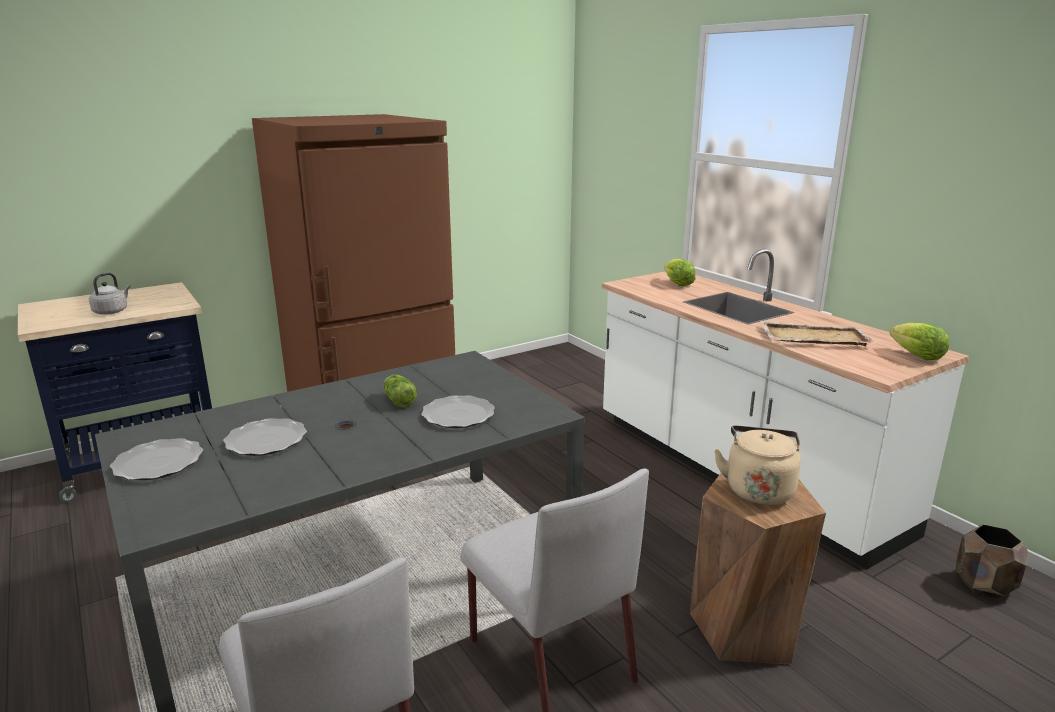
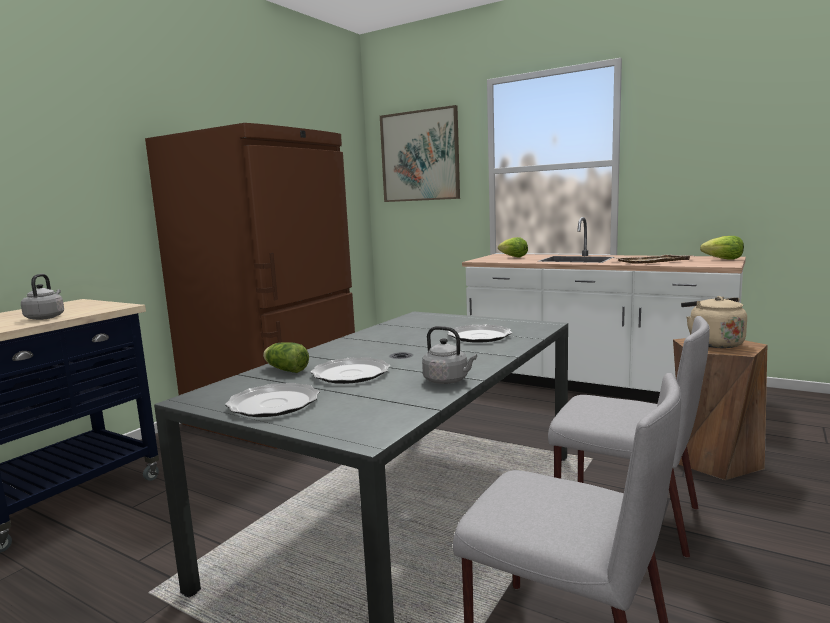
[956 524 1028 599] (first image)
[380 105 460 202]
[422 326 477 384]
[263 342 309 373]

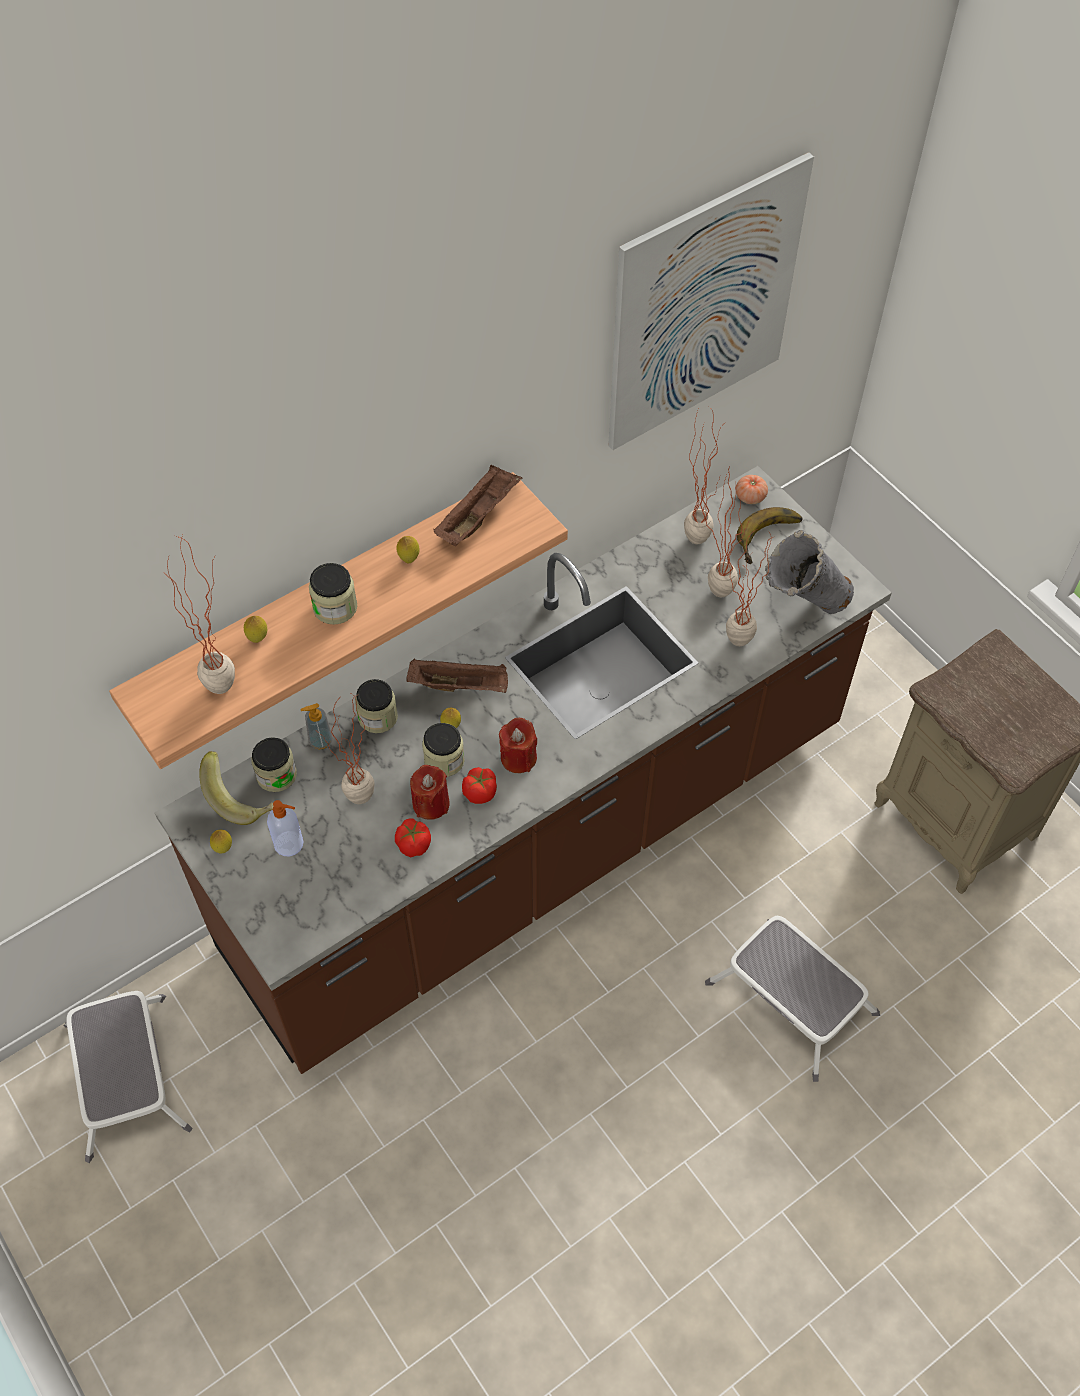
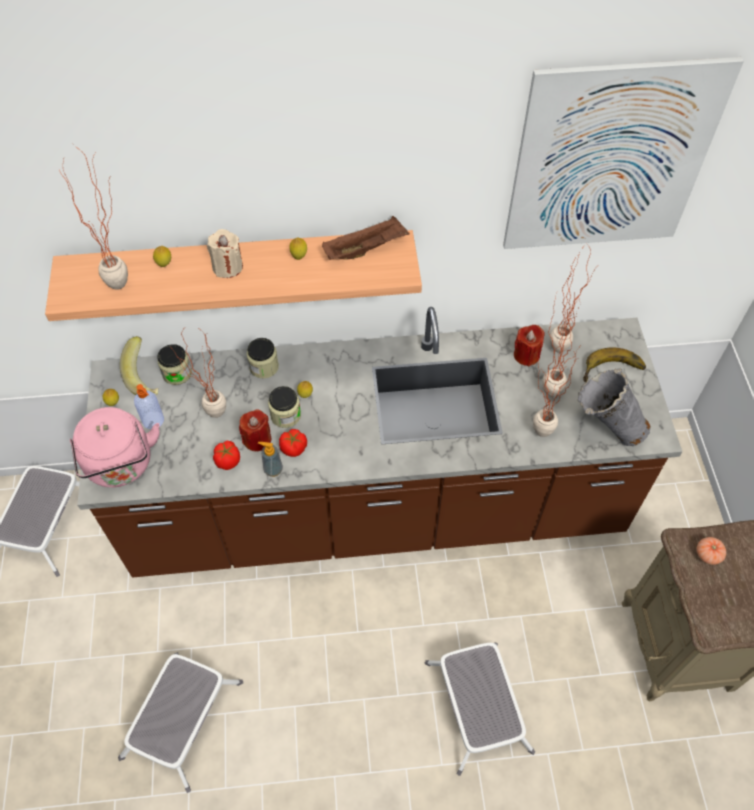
[407 659 508 693] (first image)
[70 407 160 487]
[118 652 243 793]
[258 442 283 477]
[514 325 545 367]
[696 537 726 565]
[207 229 243 278]

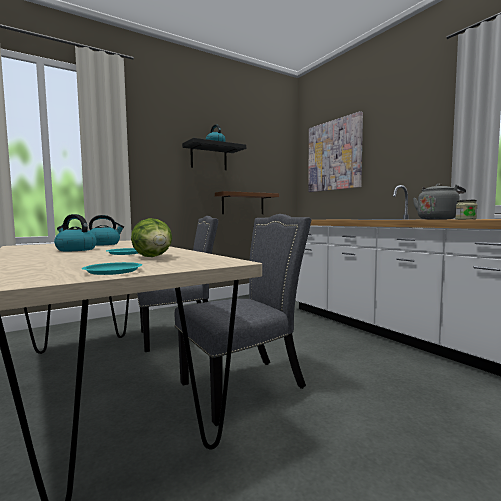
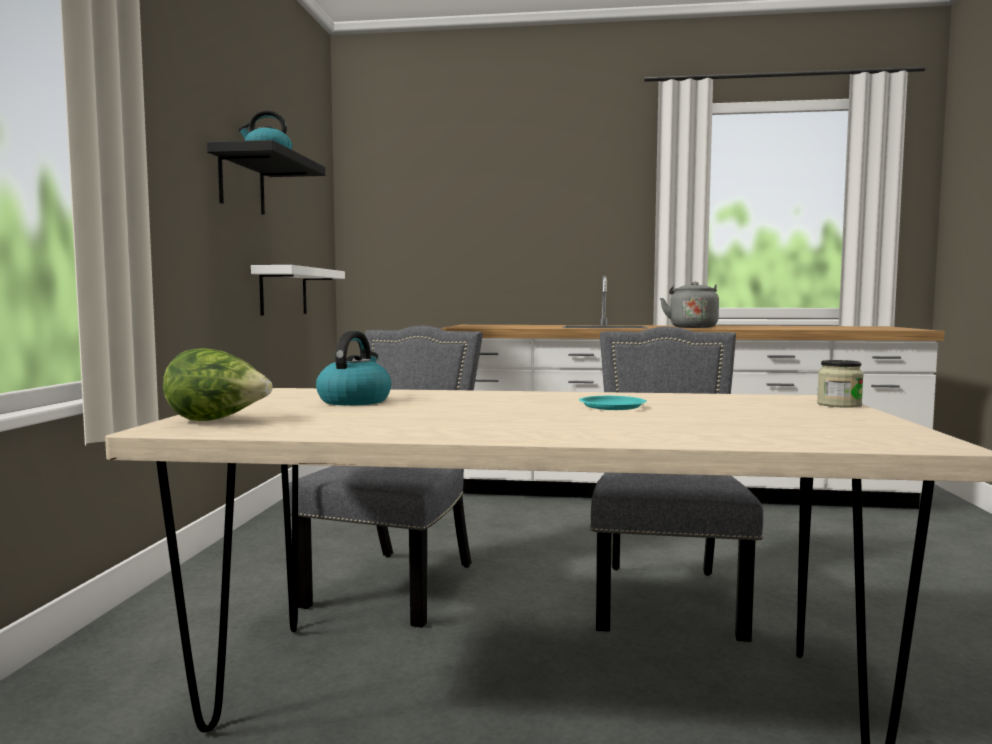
[54 214 97 251] (first image)
[82 262 142 275] (first image)
[308 111 363 192] (first image)
[163 348 273 421]
[817 360 864 408]
[251 265 345 315]

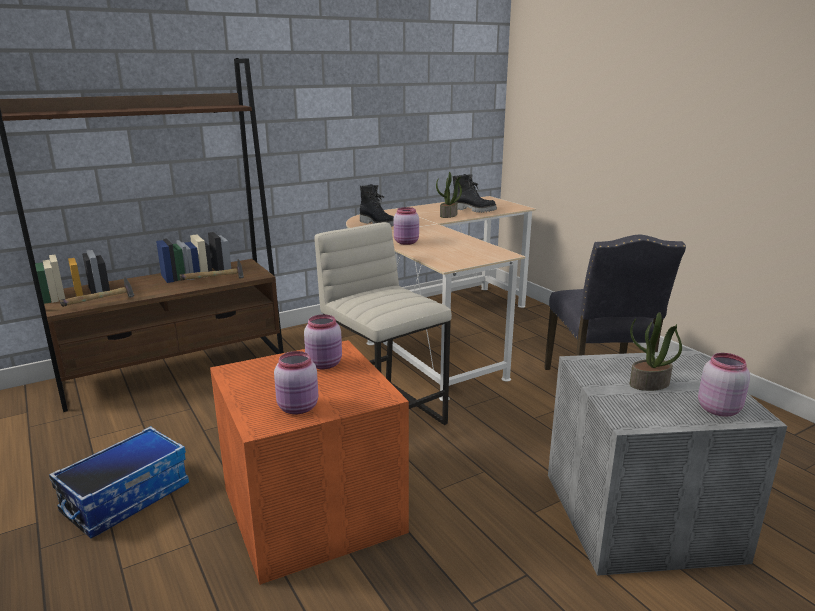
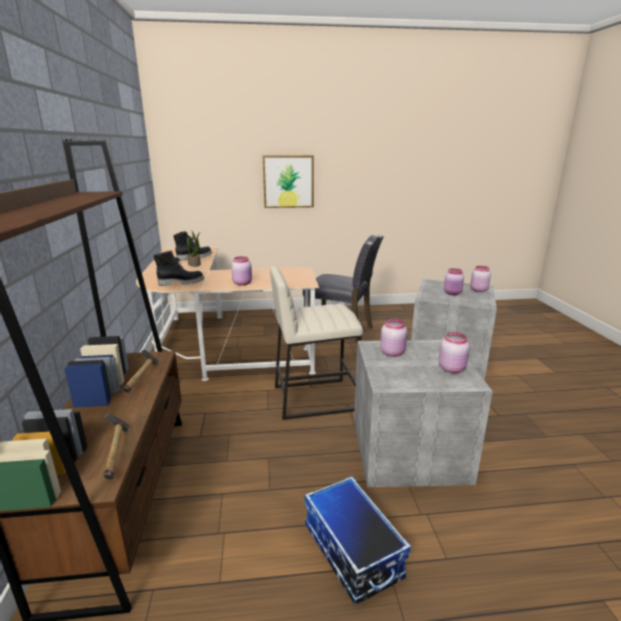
[263 155 314 208]
[444 268 464 295]
[354 340 493 487]

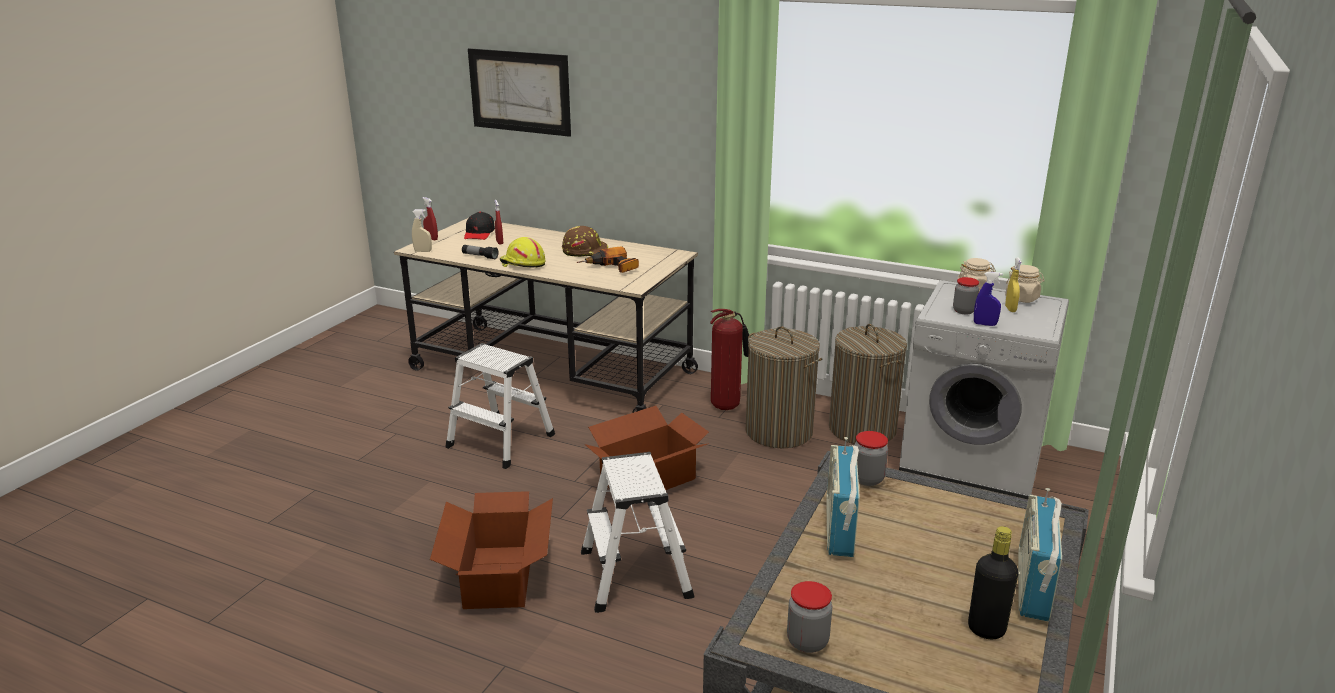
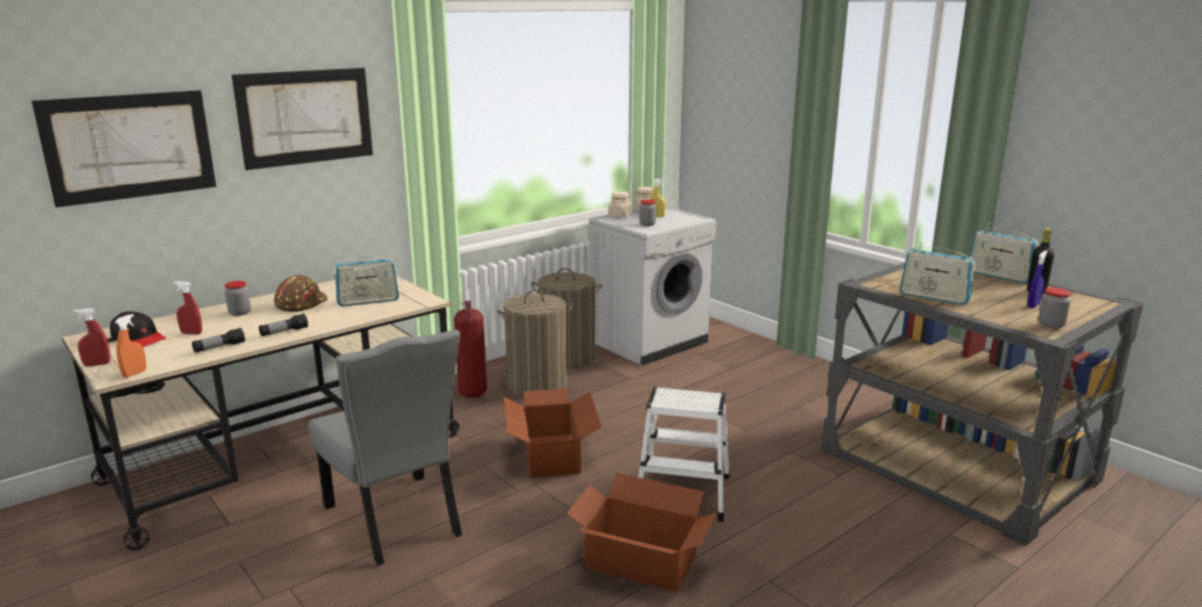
[232 68 373 170]
[225 281 251 316]
[1027 250 1048 308]
[309 330 462 566]
[259 313 308 337]
[334 255 399 307]
[115 314 146 378]

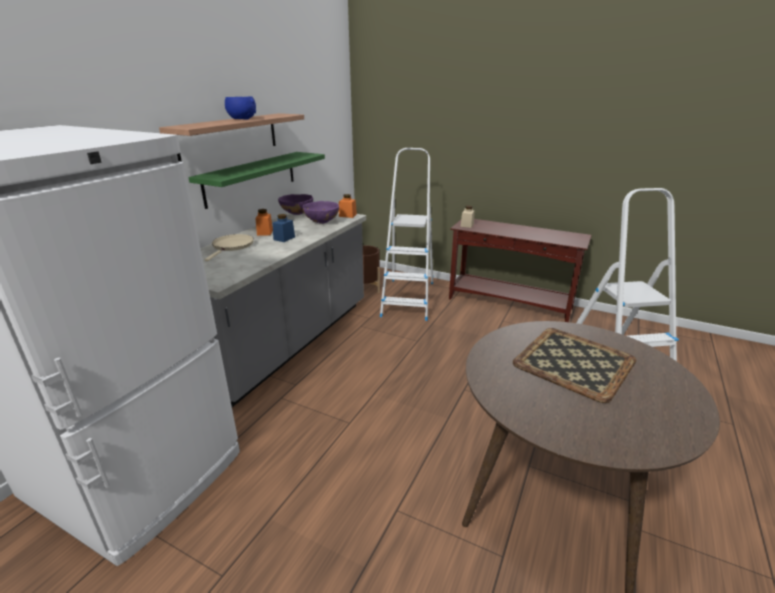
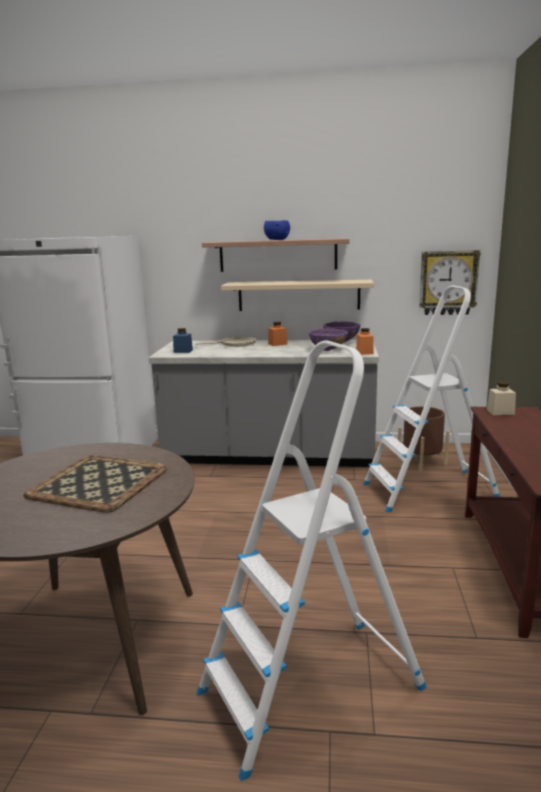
[419 250 481 315]
[173 328 193 353]
[221 280 374 311]

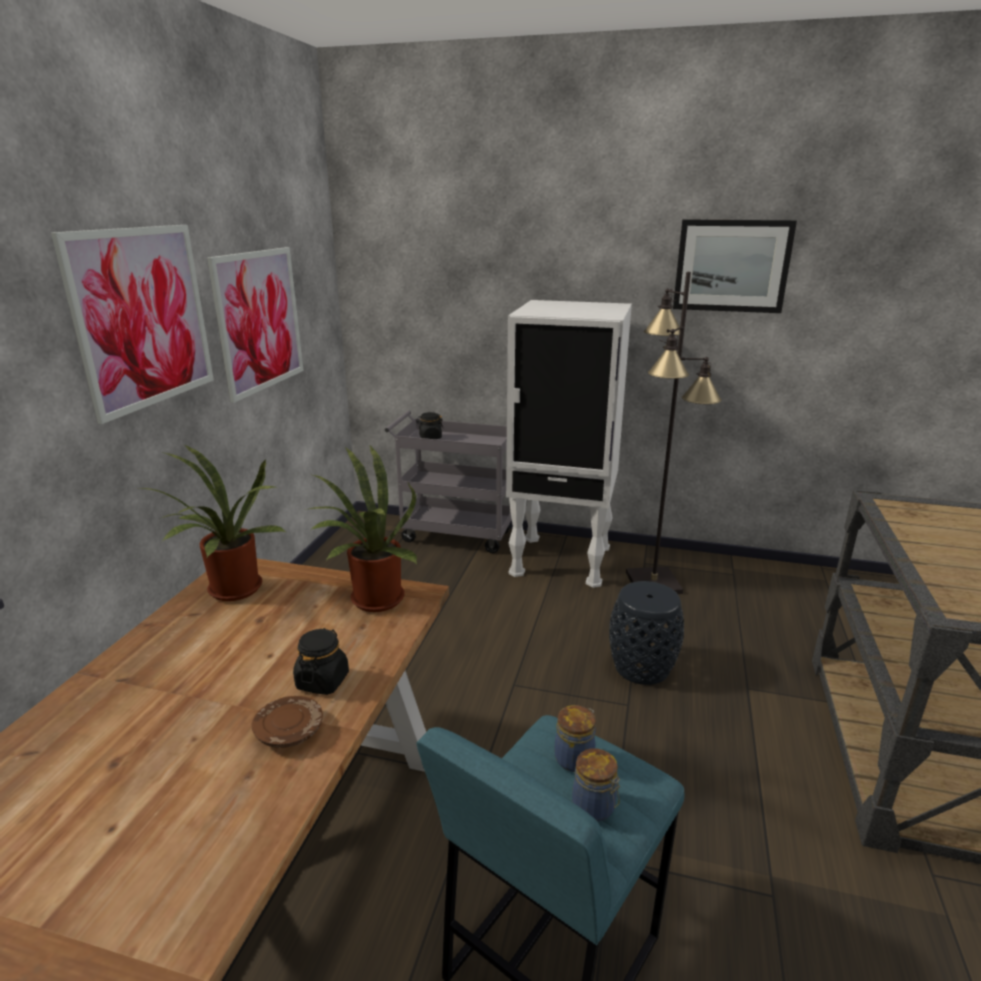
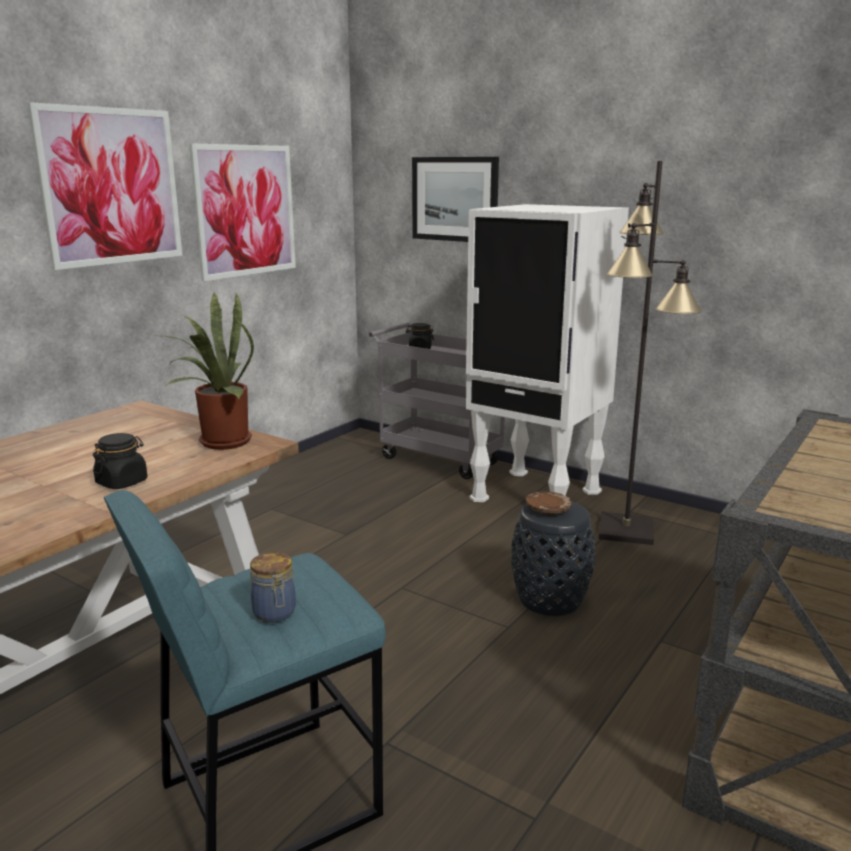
[141 445 287 601] (first image)
[555 705 596 772] (first image)
[526 491 572 515]
[412 157 499 242]

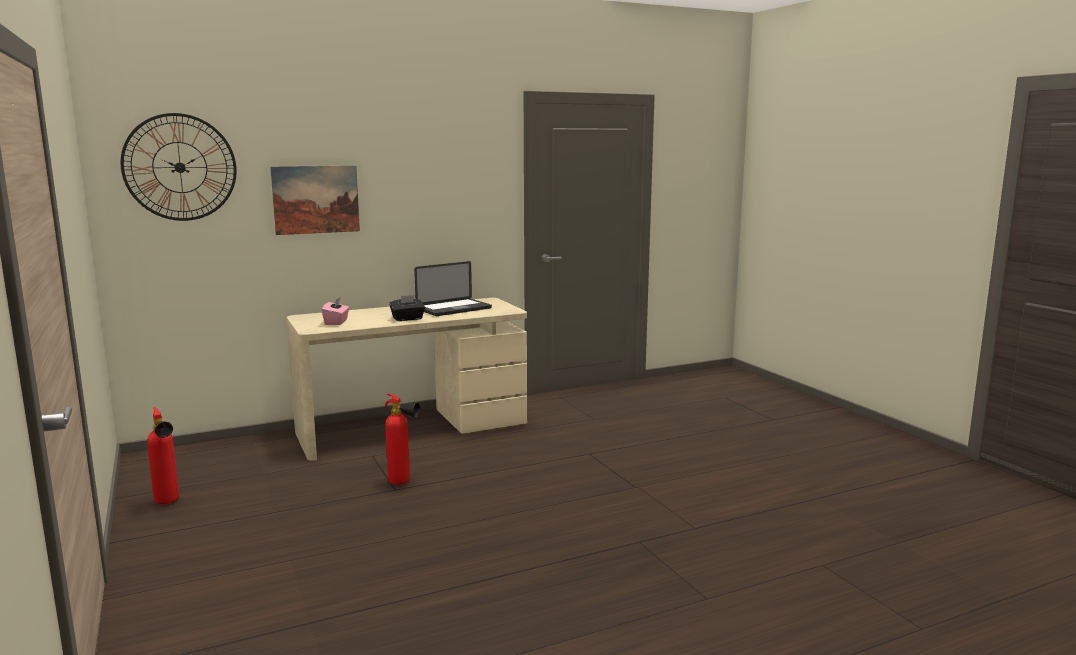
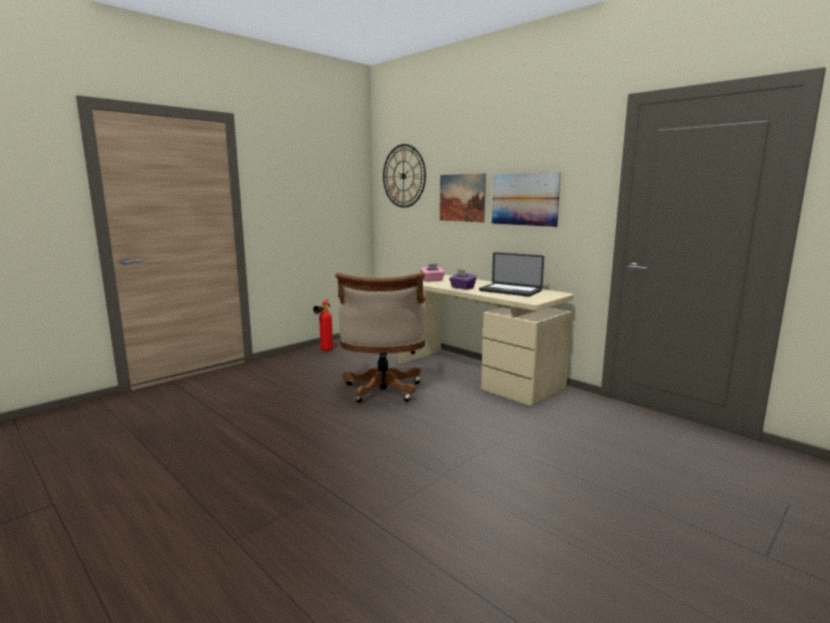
[492 172 561 227]
[335 272 426 403]
[449 269 477 290]

